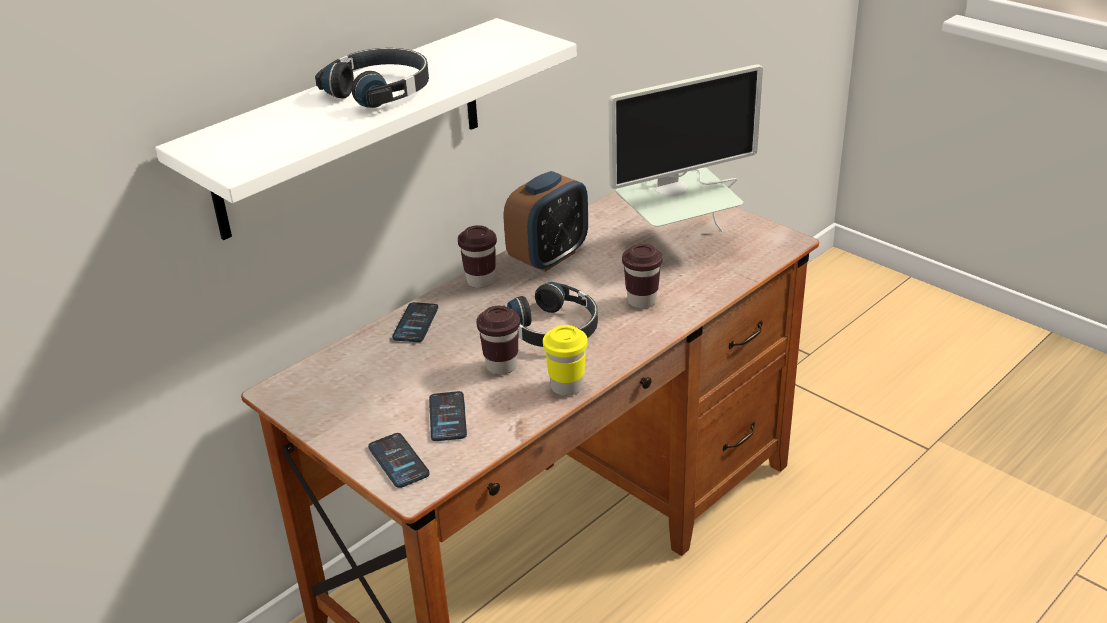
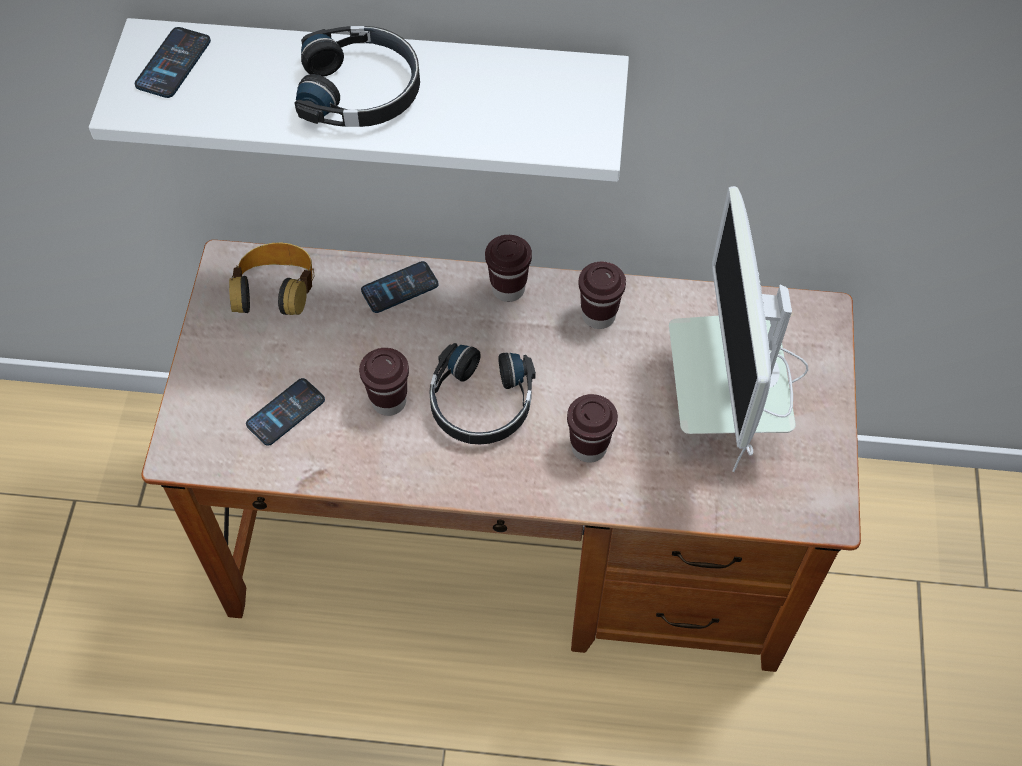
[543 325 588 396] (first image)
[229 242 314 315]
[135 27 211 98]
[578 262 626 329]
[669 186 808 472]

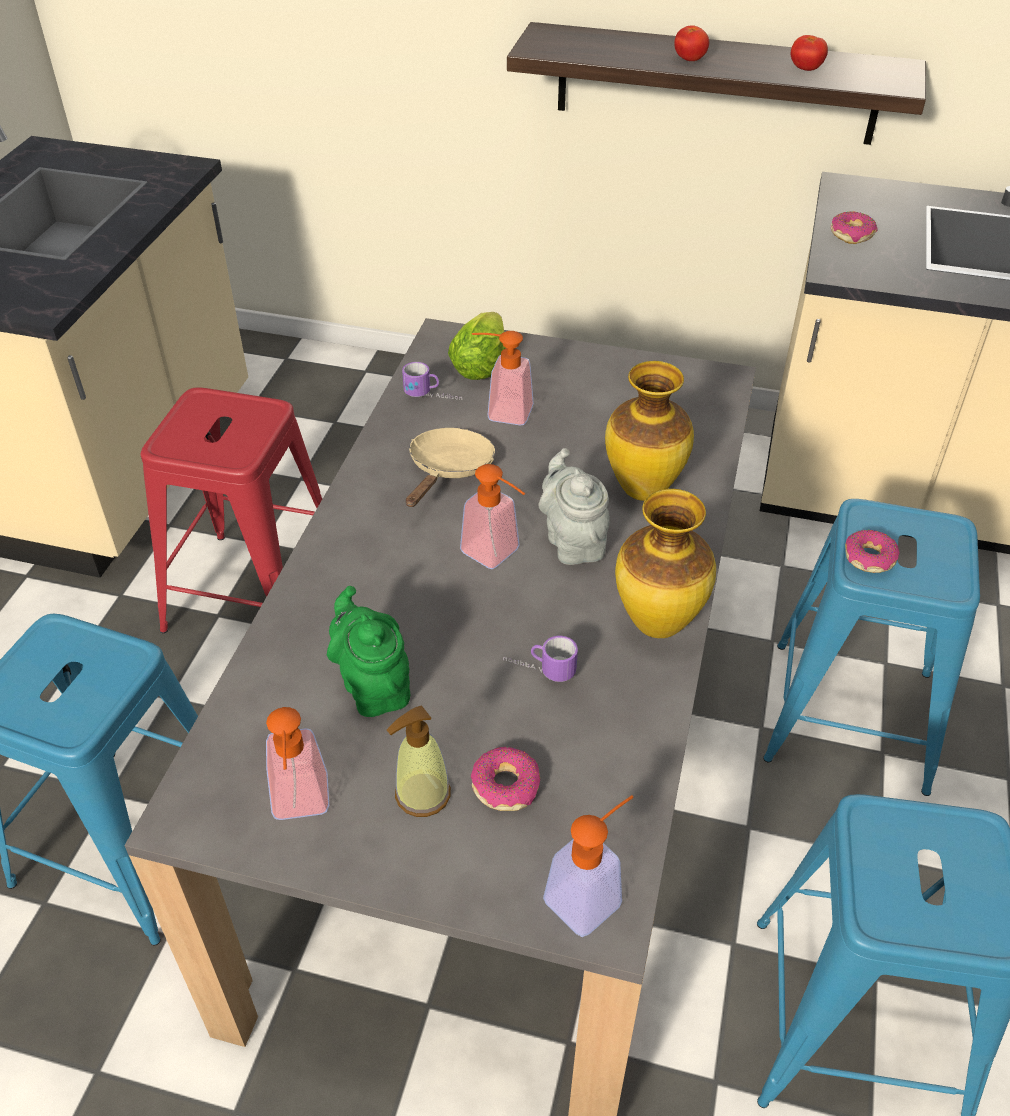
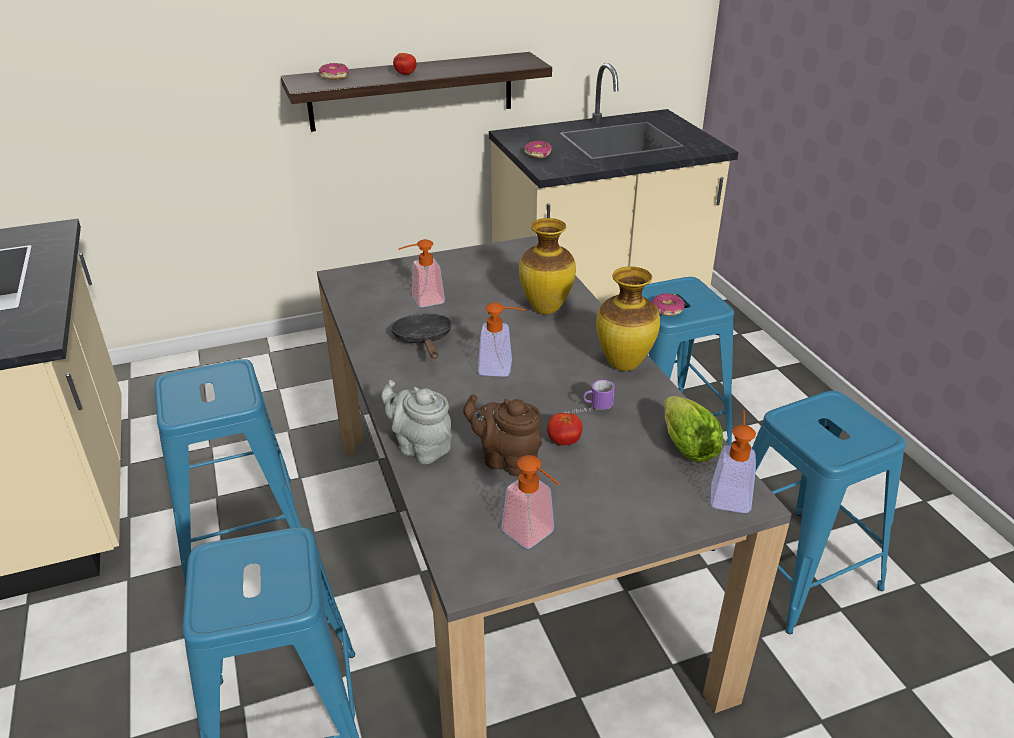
[387 705 451 817] (first image)
[402 362 462 400] (first image)
[664 396 723 462]
[319 63 349 80]
[381 380 452 464]
[547 413 583 445]
[154 359 301 586]
[463 394 542 476]
[390 313 453 359]

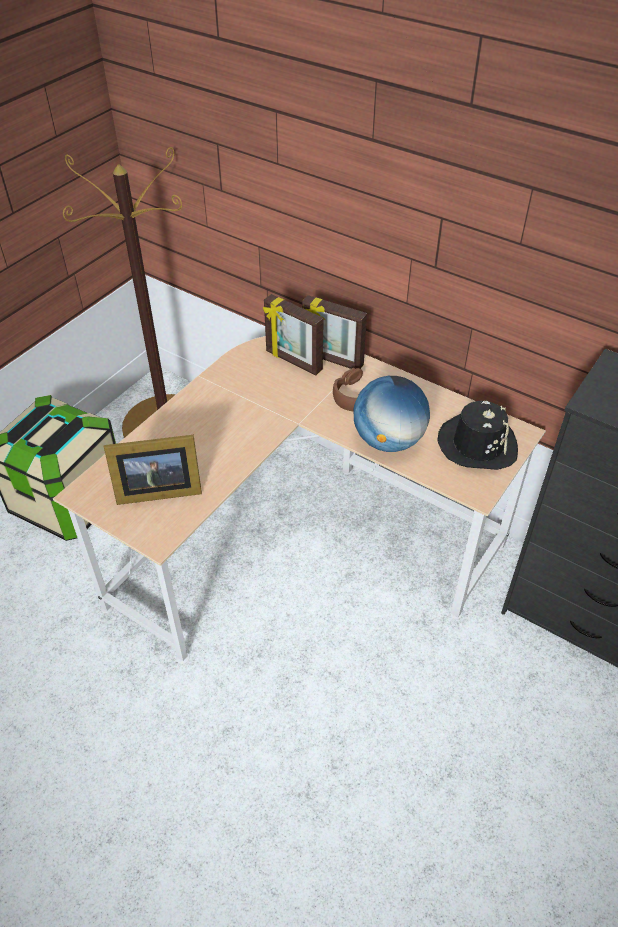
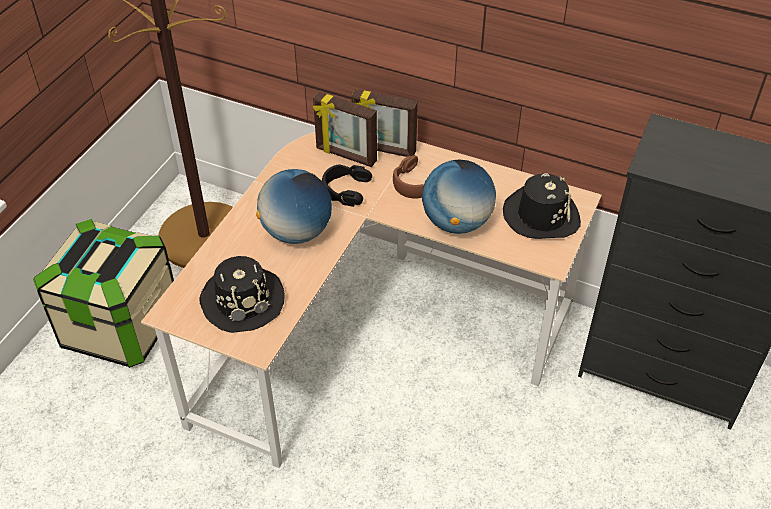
[256 169 332 244]
[322 164 372 207]
[199 256 285 333]

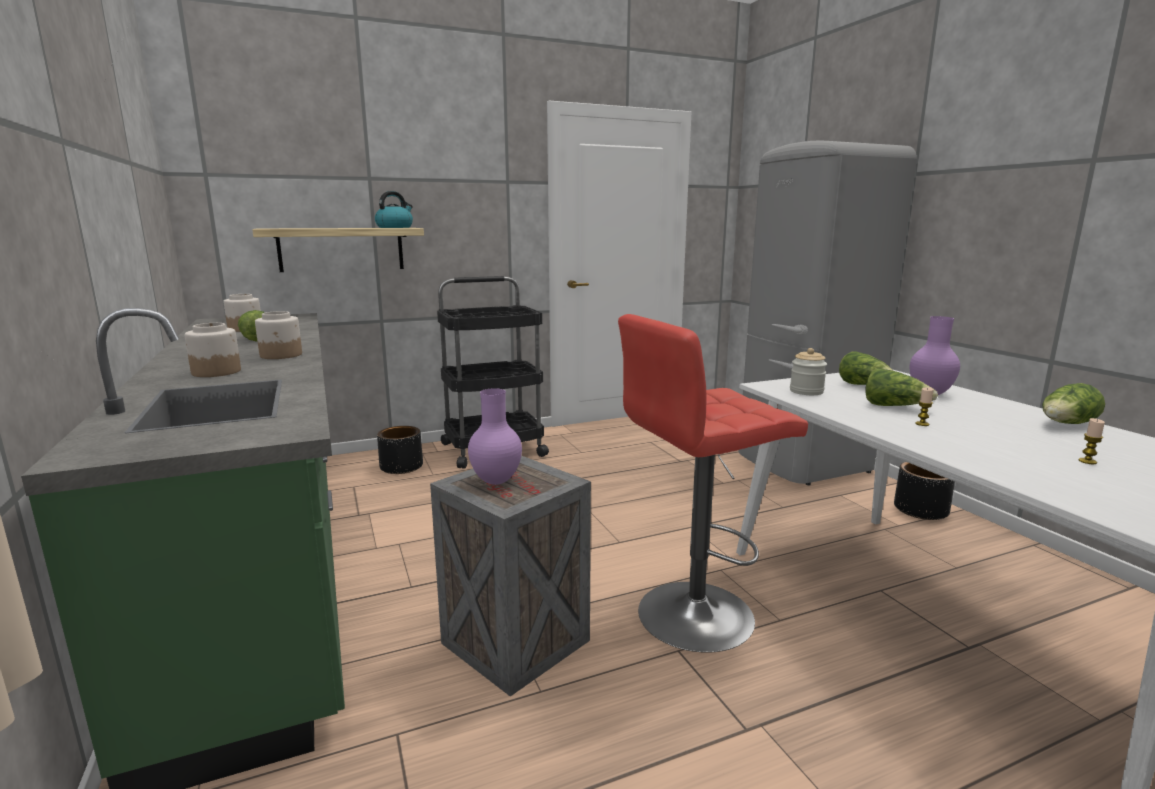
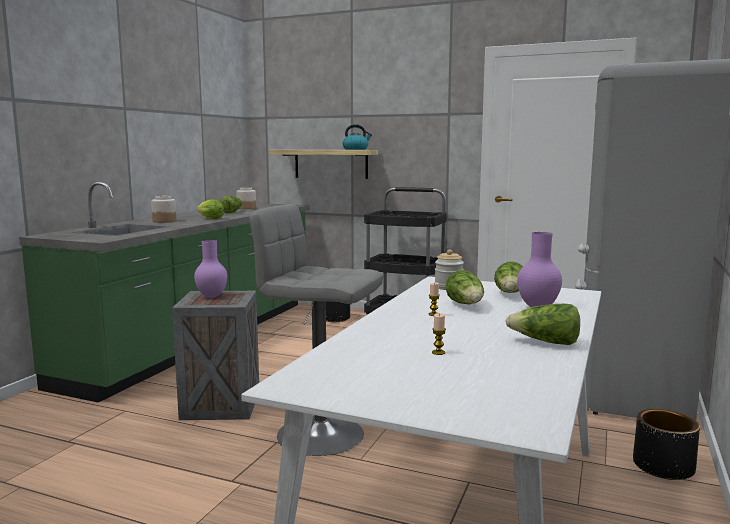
[197 199 224 220]
[249 204 383 456]

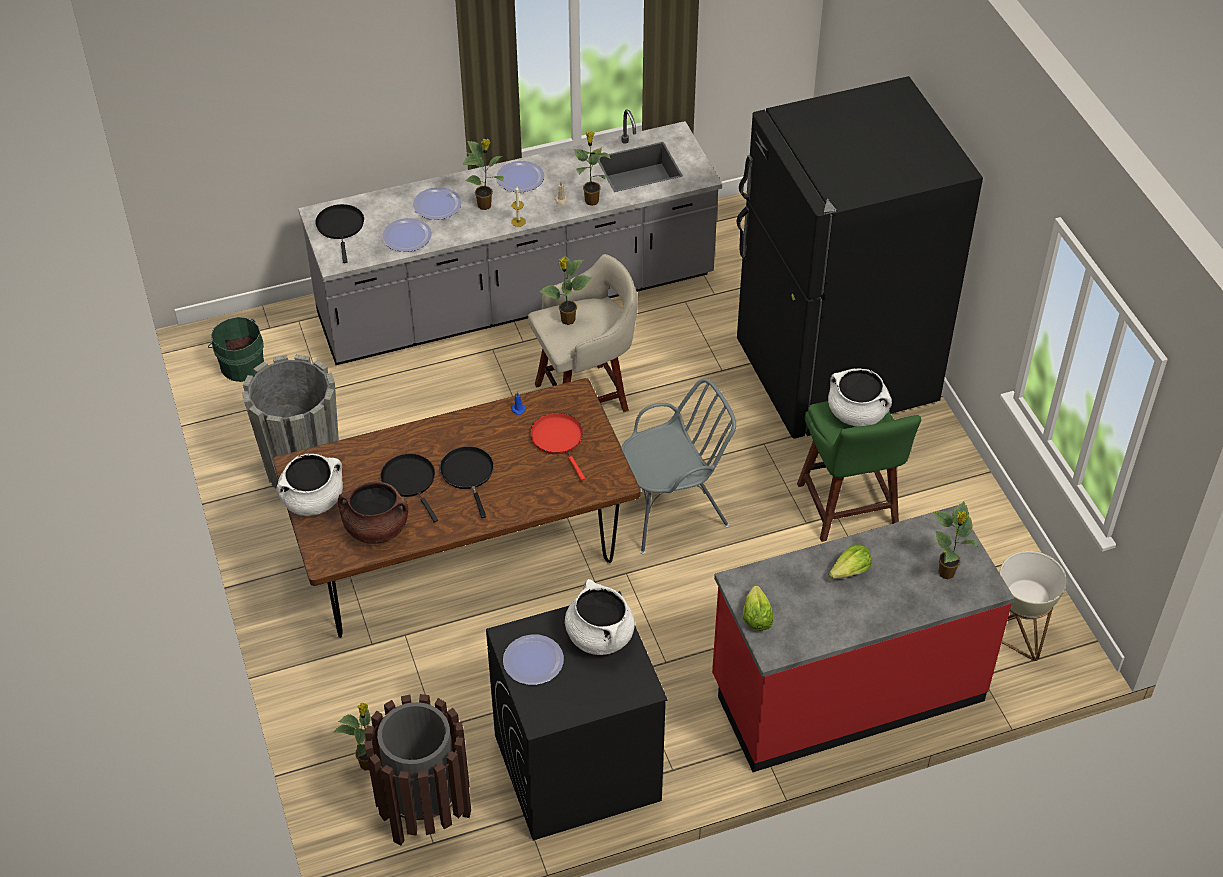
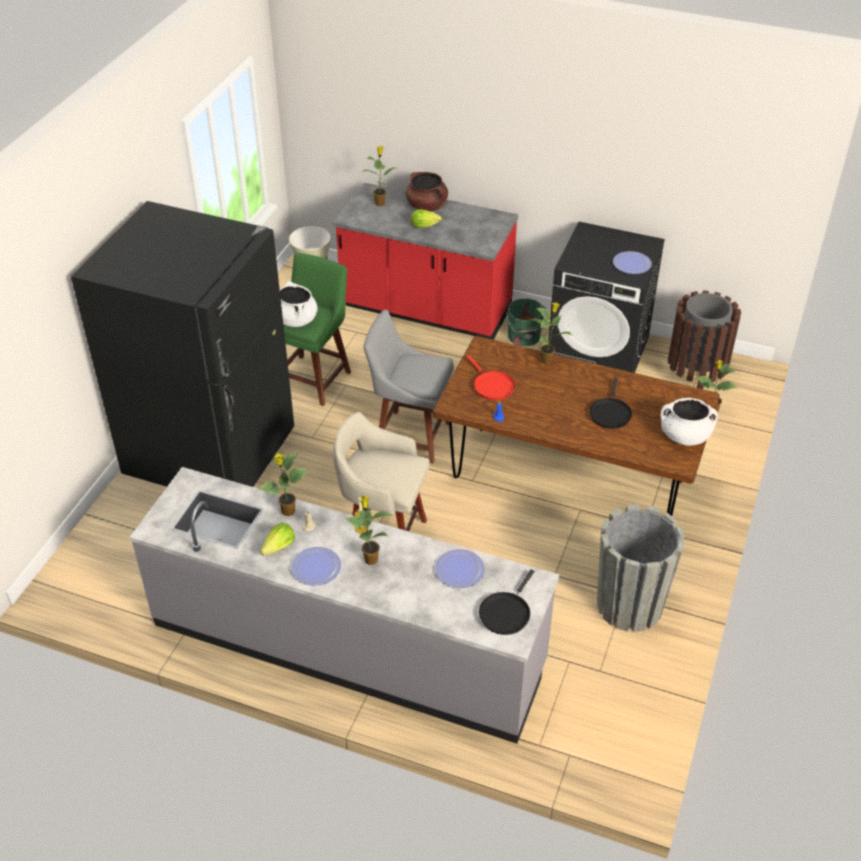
[413 187 462 220] (first image)
[440 446 494 518] (first image)
[565 579 635 655] (first image)
[507 299 546 346]
[406 172 448 211]
[531 302 572 365]
[260 523 295 556]
[364 310 454 463]
[467 356 515 400]

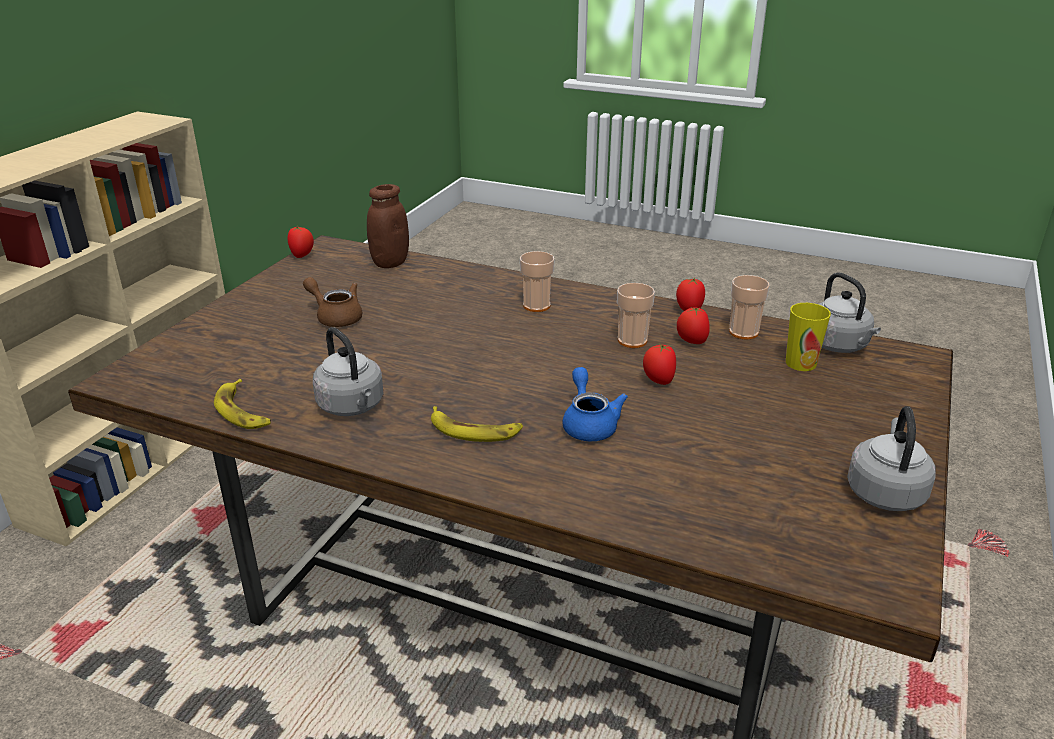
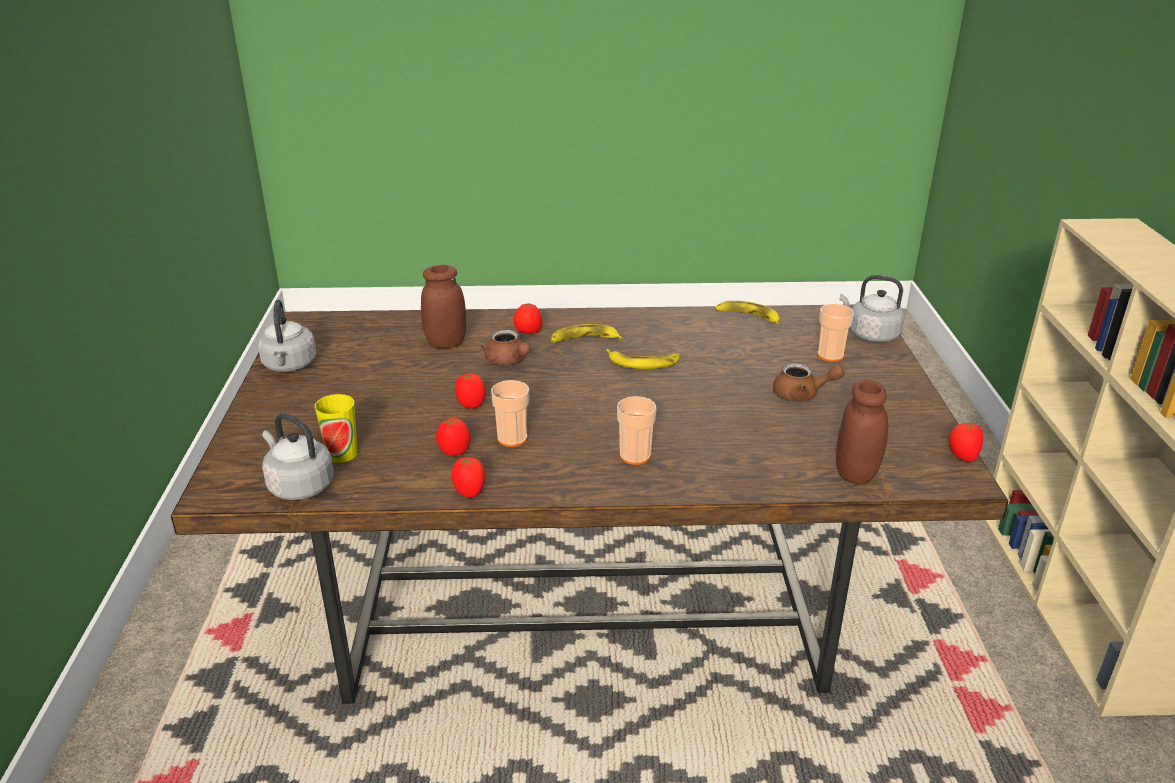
[421 265 466 348]
[514 303 542 334]
[606 349 681 369]
[840 275 905 342]
[817 304 854 362]
[481 330 531 365]

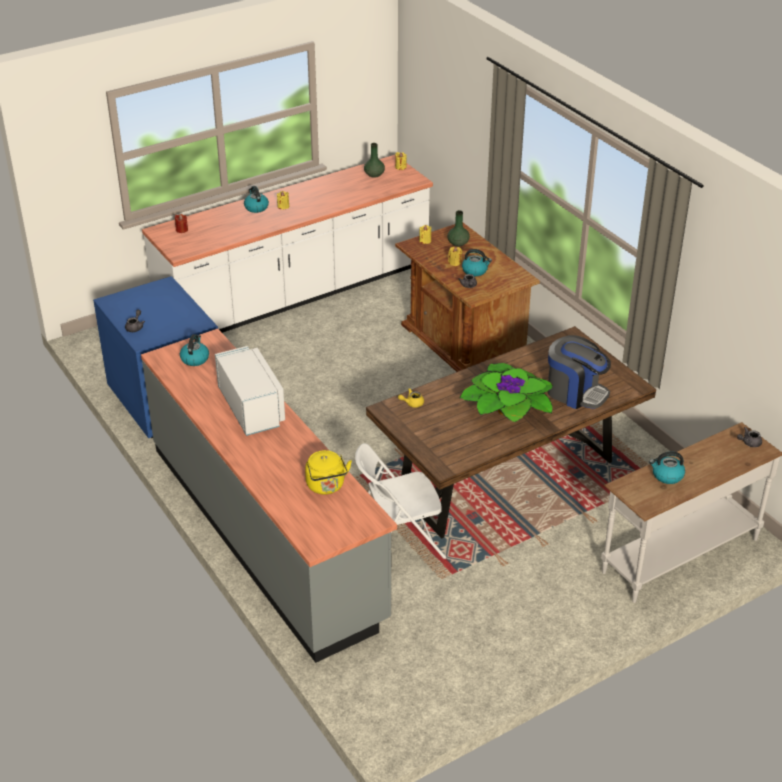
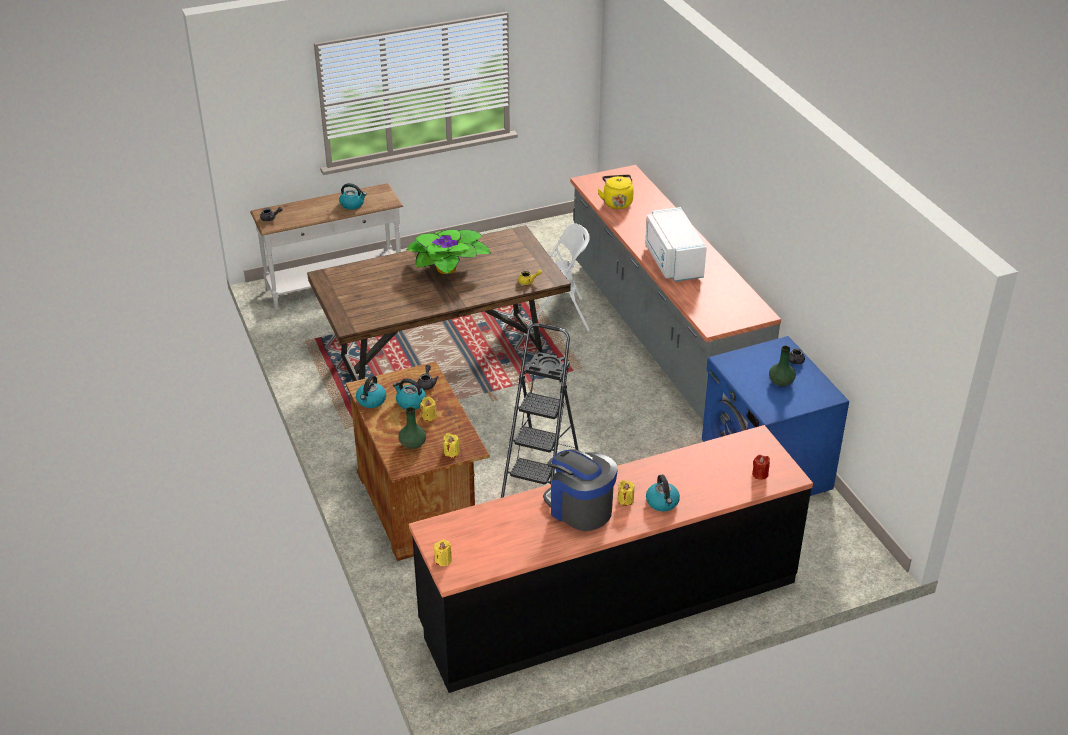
[501 323 579 498]
[356 375 386 408]
[769 346 796 387]
[543 449 618 531]
[409 425 813 693]

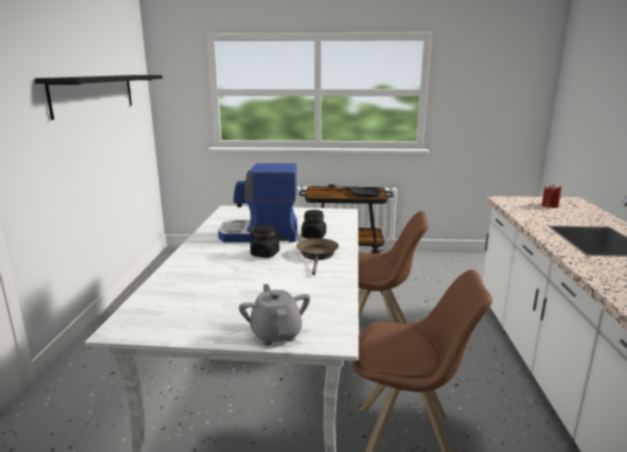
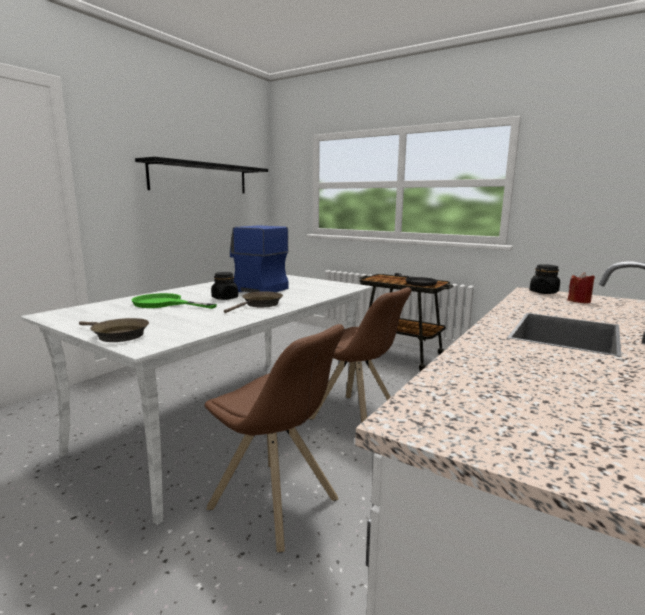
[132 293 217 309]
[529 264 560 294]
[79 318 149 342]

